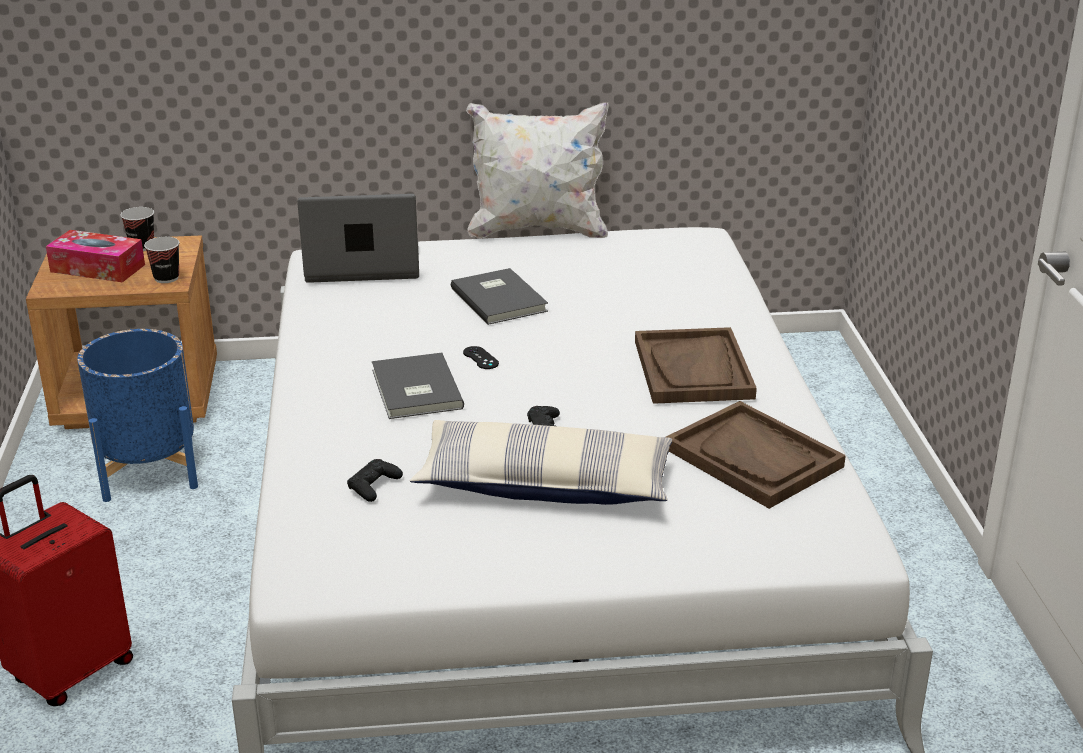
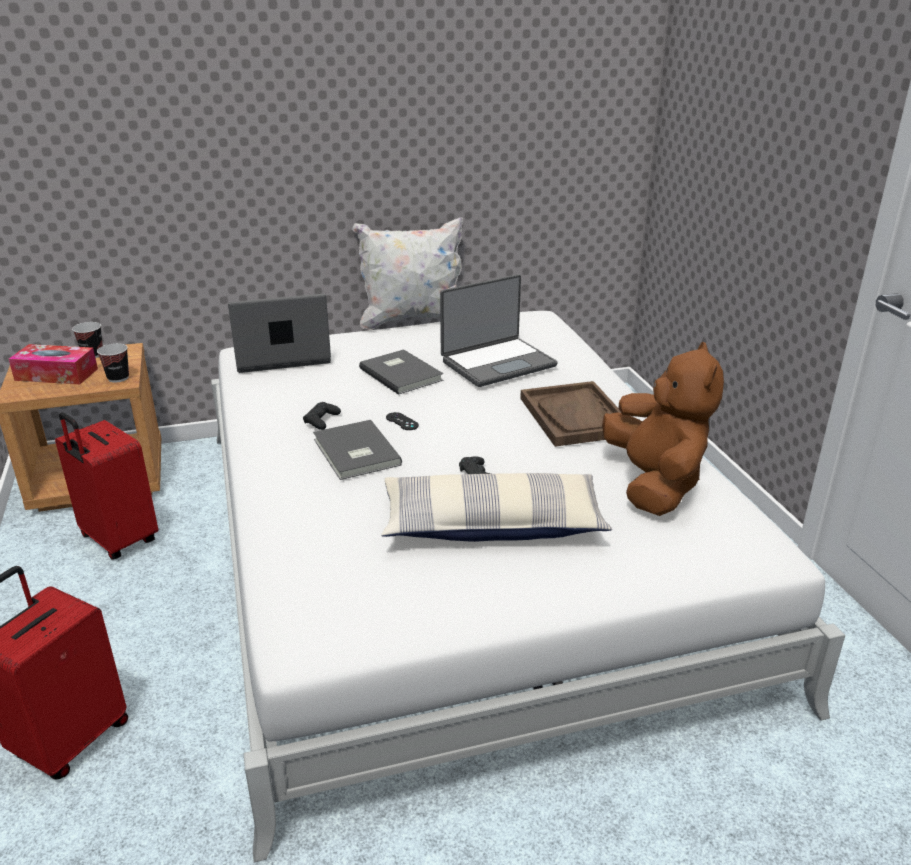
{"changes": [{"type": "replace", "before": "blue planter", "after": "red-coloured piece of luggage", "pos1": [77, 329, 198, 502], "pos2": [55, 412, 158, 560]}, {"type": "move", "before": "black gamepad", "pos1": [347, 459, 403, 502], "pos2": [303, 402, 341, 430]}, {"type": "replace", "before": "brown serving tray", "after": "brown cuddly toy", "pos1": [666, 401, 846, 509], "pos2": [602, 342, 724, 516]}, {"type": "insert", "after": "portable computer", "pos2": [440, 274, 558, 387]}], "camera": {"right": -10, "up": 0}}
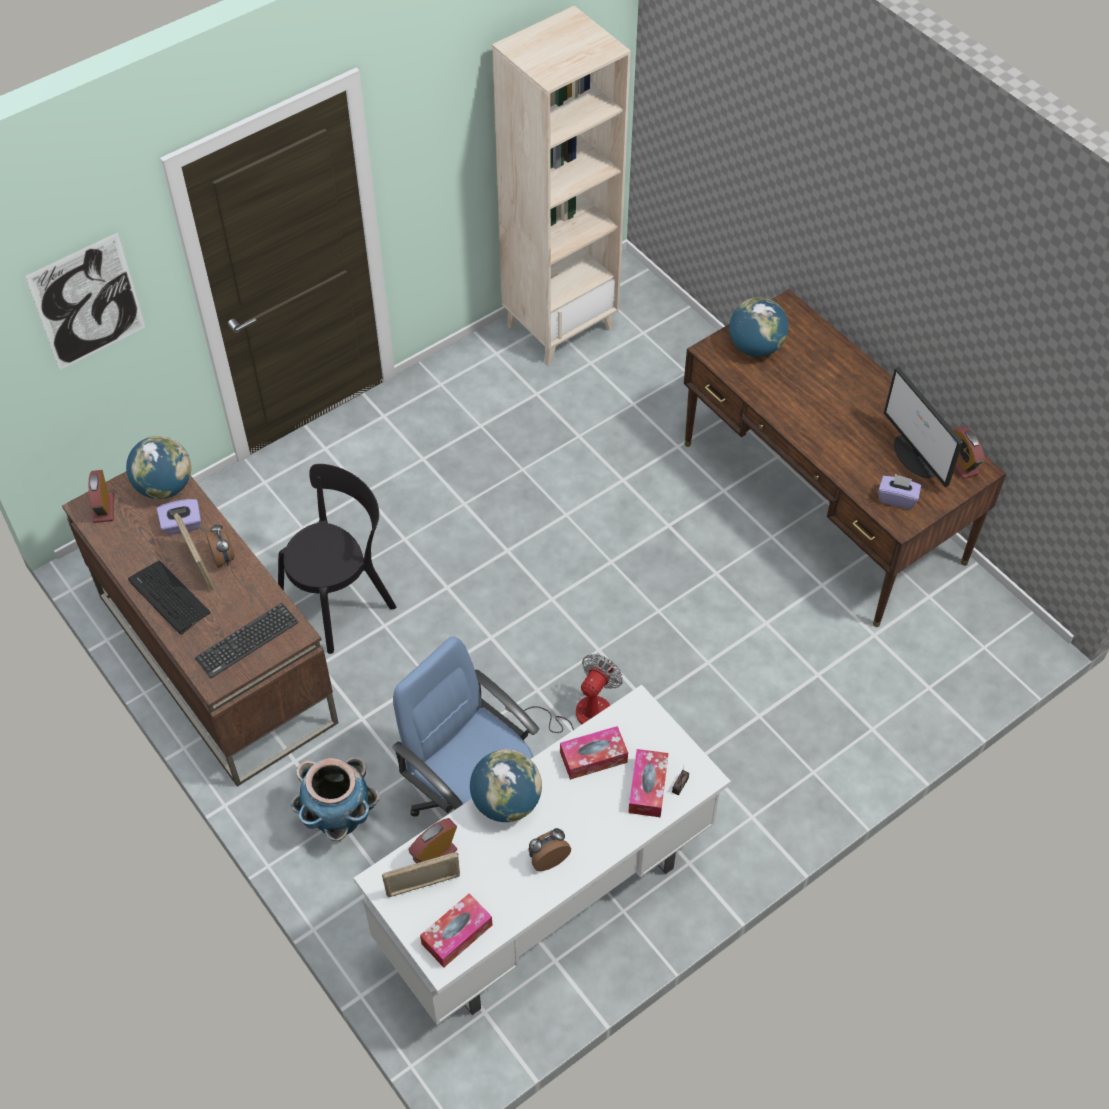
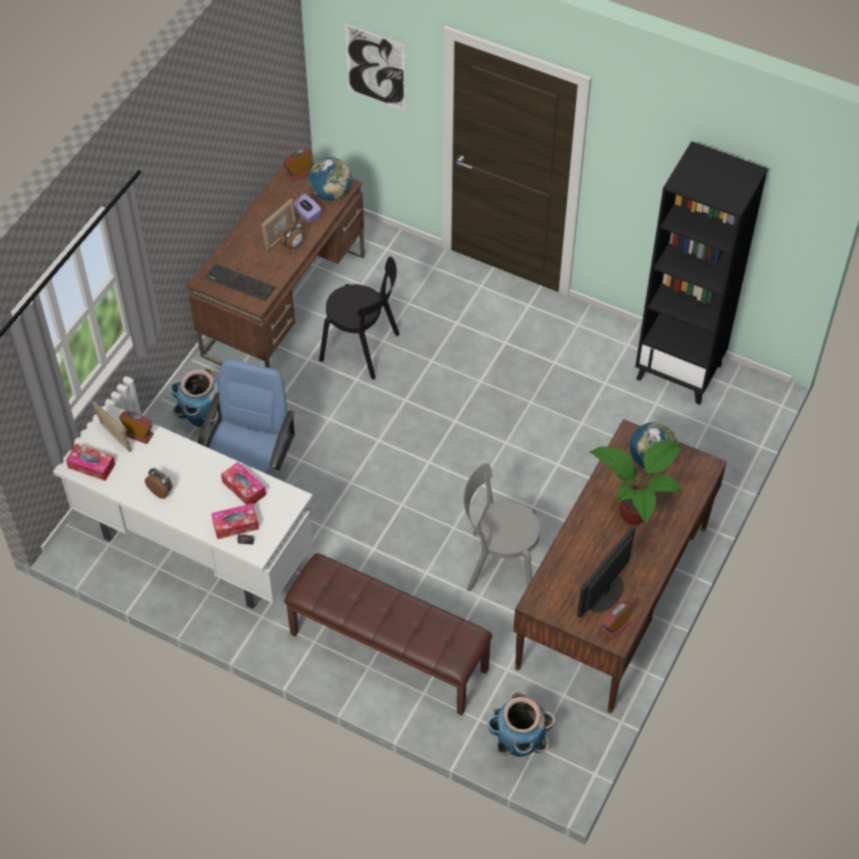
{"changes": [{"type": "delete", "before": "PC keyboard", "pos1": [128, 560, 211, 635]}, {"type": "delete", "before": "world globe", "pos1": [470, 749, 542, 822]}, {"type": "recolor", "before": "beige-coloured shelving unit", "after": "black shelving unit", "pos1": [492, 6, 631, 365], "pos2": [635, 141, 768, 405]}, {"type": "delete", "before": "electric fan", "pos1": [506, 654, 623, 733]}, {"type": "delete", "before": "purple tissue box", "pos1": [878, 474, 921, 509]}, {"type": "insert", "after": "brown indoor bench", "pos2": [284, 553, 492, 715]}, {"type": "insert", "after": "gray chair", "pos2": [463, 463, 540, 591]}, {"type": "insert", "after": "planter", "pos2": [487, 690, 555, 757]}, {"type": "insert", "after": "potted plant", "pos2": [590, 440, 682, 526]}], "camera": {"right": 65, "up": 0}}
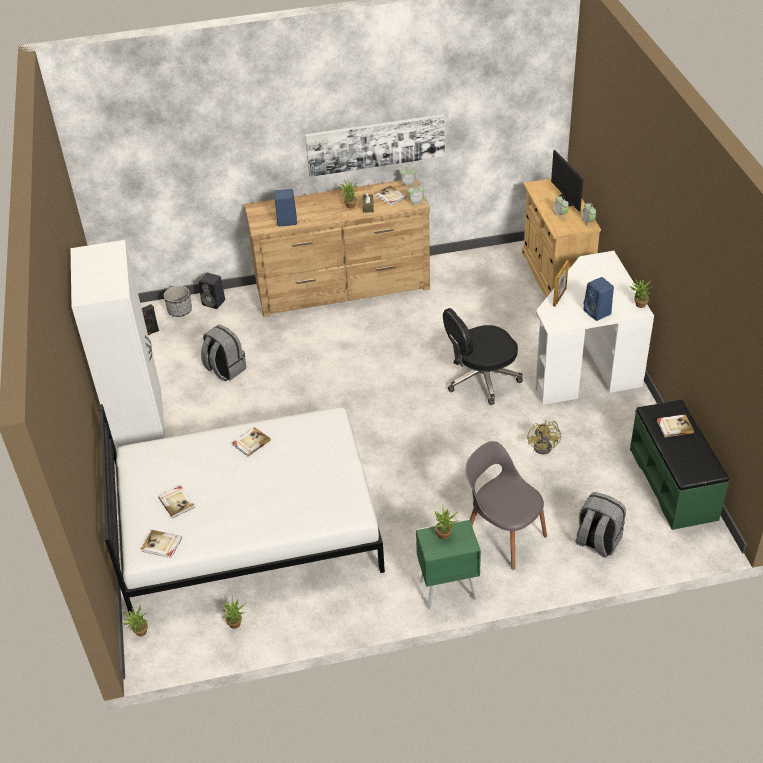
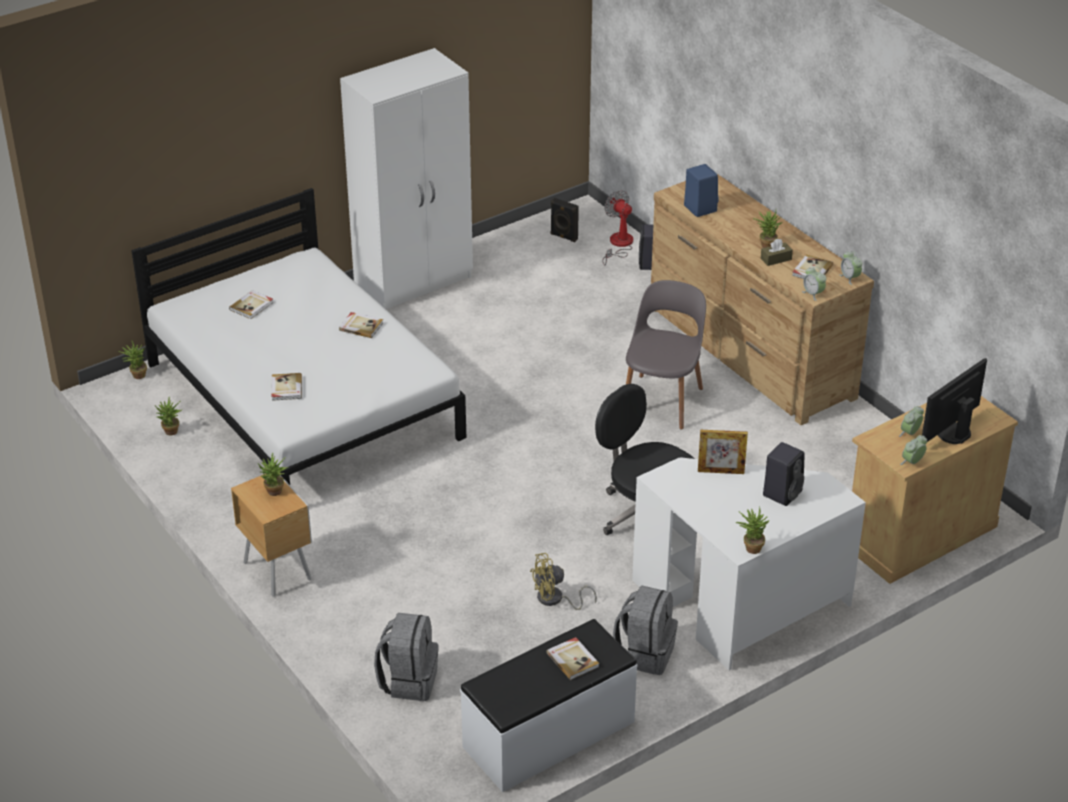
{"changes": [{"type": "move", "before": "book", "pos1": [141, 530, 182, 558], "pos2": [272, 373, 302, 401]}, {"type": "replace", "before": "planter", "after": "electric fan", "pos1": [164, 286, 192, 317], "pos2": [602, 190, 633, 265]}, {"type": "move", "before": "gray rucksack", "pos1": [201, 325, 246, 382], "pos2": [613, 586, 678, 675]}, {"type": "delete", "before": "wall picture", "pos1": [305, 114, 445, 177]}, {"type": "recolor", "before": "green night table", "after": "brown night table", "pos1": [416, 519, 481, 610], "pos2": [231, 474, 312, 597]}, {"type": "move", "before": "gray chair", "pos1": [466, 441, 547, 570], "pos2": [626, 280, 706, 430]}, {"type": "delete", "before": "blue audio speaker", "pos1": [583, 277, 614, 321]}, {"type": "recolor", "before": "green indoor bench", "after": "white-coloured indoor bench", "pos1": [630, 399, 729, 530], "pos2": [460, 619, 638, 792]}, {"type": "insert", "after": "black audio speaker", "pos2": [763, 442, 804, 506]}], "camera": {"right": 65, "up": -5}}
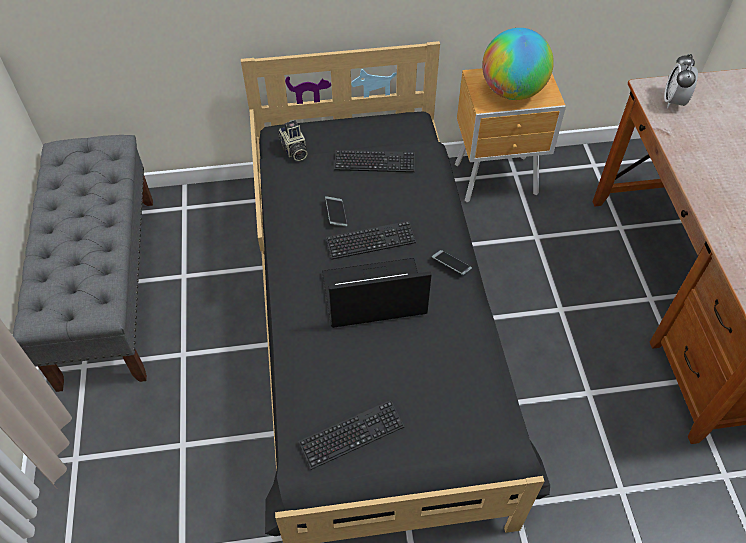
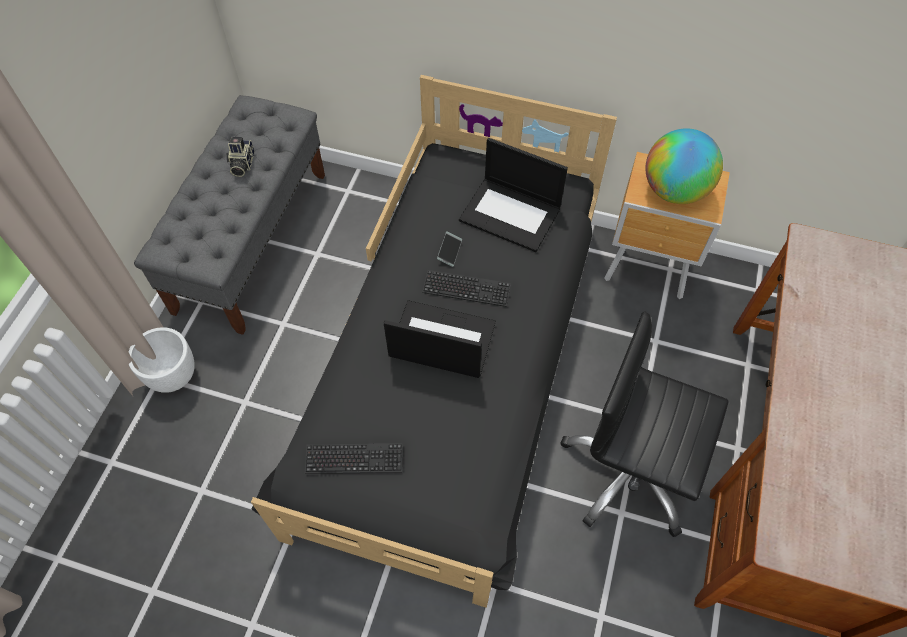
{"changes": [{"type": "move", "before": "photo camera", "pos1": [278, 120, 308, 161], "pos2": [227, 137, 254, 177]}, {"type": "replace", "before": "PC keyboard", "after": "portable computer", "pos1": [334, 150, 415, 172], "pos2": [459, 138, 568, 252]}, {"type": "delete", "before": "phone", "pos1": [432, 250, 472, 275]}, {"type": "delete", "before": "alarm clock", "pos1": [664, 54, 698, 108]}, {"type": "insert", "after": "white-coloured planter", "pos2": [129, 327, 195, 393]}, {"type": "insert", "after": "black computer chair", "pos2": [560, 311, 729, 537]}], "camera": {"right": 25, "up": 5}}
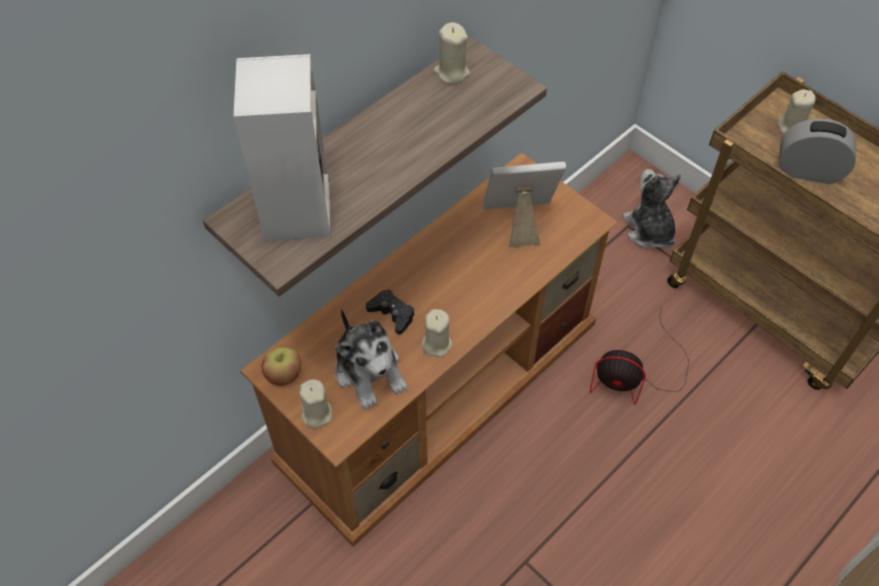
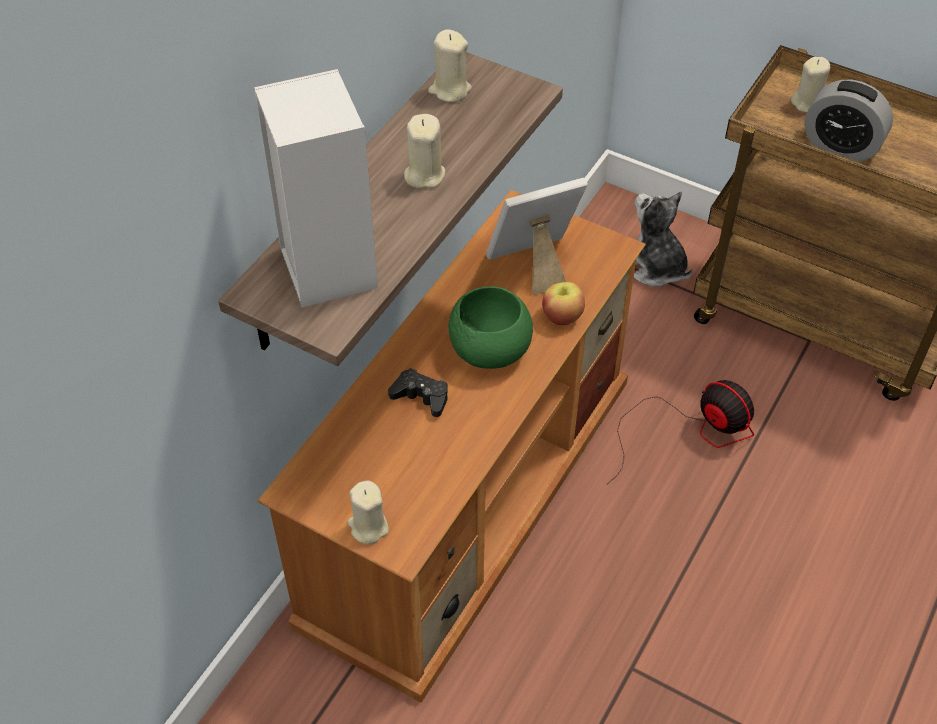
{"changes": [{"type": "move", "before": "apple fruit", "pos1": [262, 347, 301, 386], "pos2": [542, 282, 585, 326]}, {"type": "delete", "before": "cuddly toy", "pos1": [335, 309, 407, 410]}, {"type": "move", "before": "beige-coloured candle", "pos1": [422, 309, 452, 357], "pos2": [404, 114, 445, 188]}, {"type": "rotate", "before": "electric fan", "pos1": [590, 307, 689, 404], "pos2": [607, 380, 754, 484], "turn": -135}, {"type": "rotate", "before": "alarm clock", "pos1": [779, 118, 856, 184], "pos2": [804, 80, 893, 162], "turn": -150}, {"type": "insert", "after": "green deep dish", "pos2": [448, 286, 533, 369]}], "camera": {"right": -15, "up": -5}}
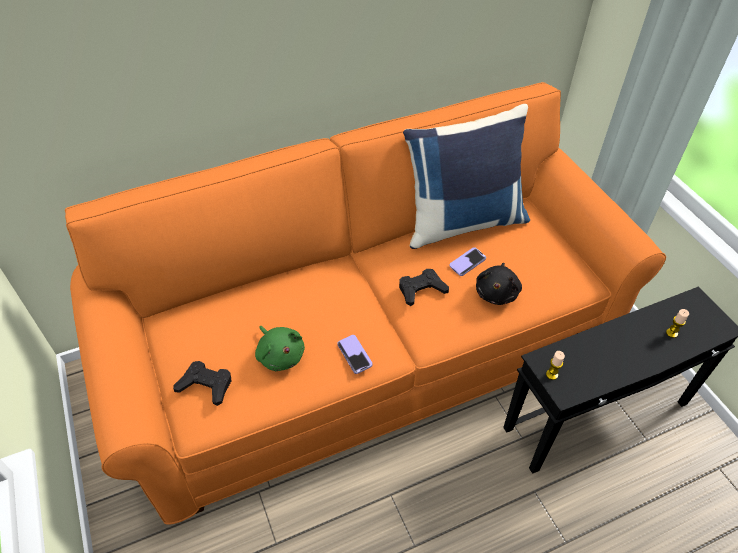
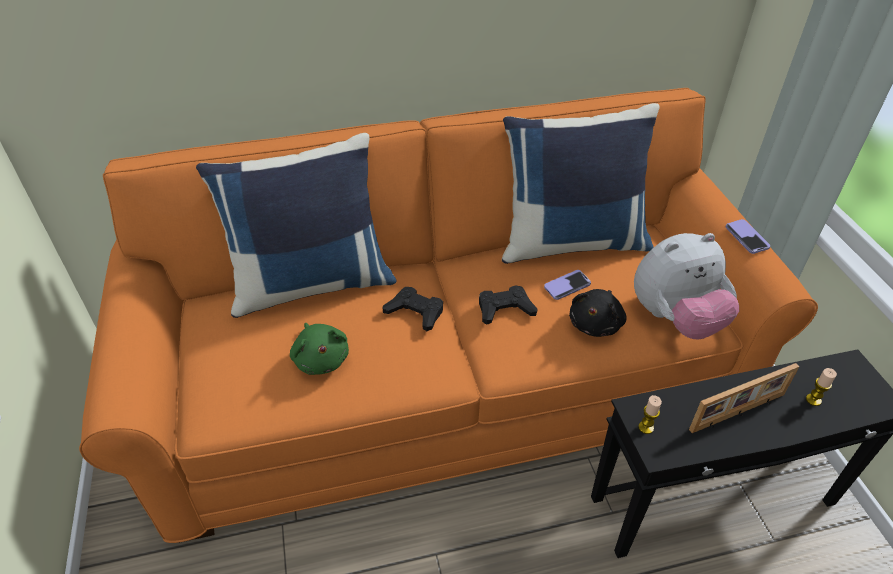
{"changes": [{"type": "move", "before": "black gamepad", "pos1": [173, 361, 231, 406], "pos2": [383, 287, 443, 331]}, {"type": "move", "before": "phone", "pos1": [337, 335, 373, 374], "pos2": [726, 219, 770, 254]}, {"type": "insert", "after": "blue cushion", "pos2": [196, 133, 397, 318]}, {"type": "insert", "after": "cuddly toy", "pos2": [634, 233, 739, 339]}, {"type": "insert", "after": "picture frame", "pos2": [689, 363, 800, 433]}], "camera": {"right": 10, "up": -5}}
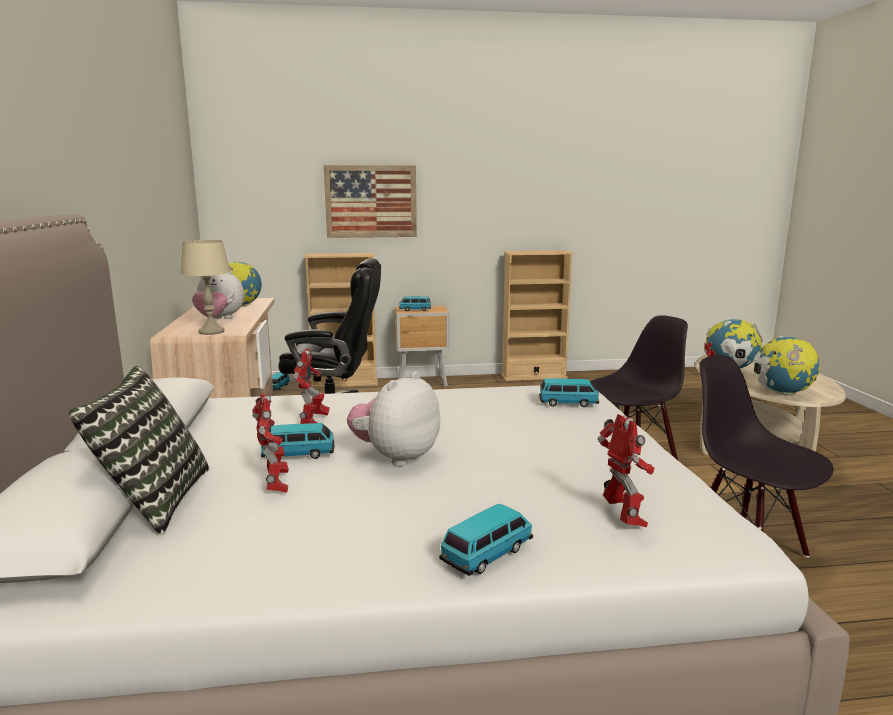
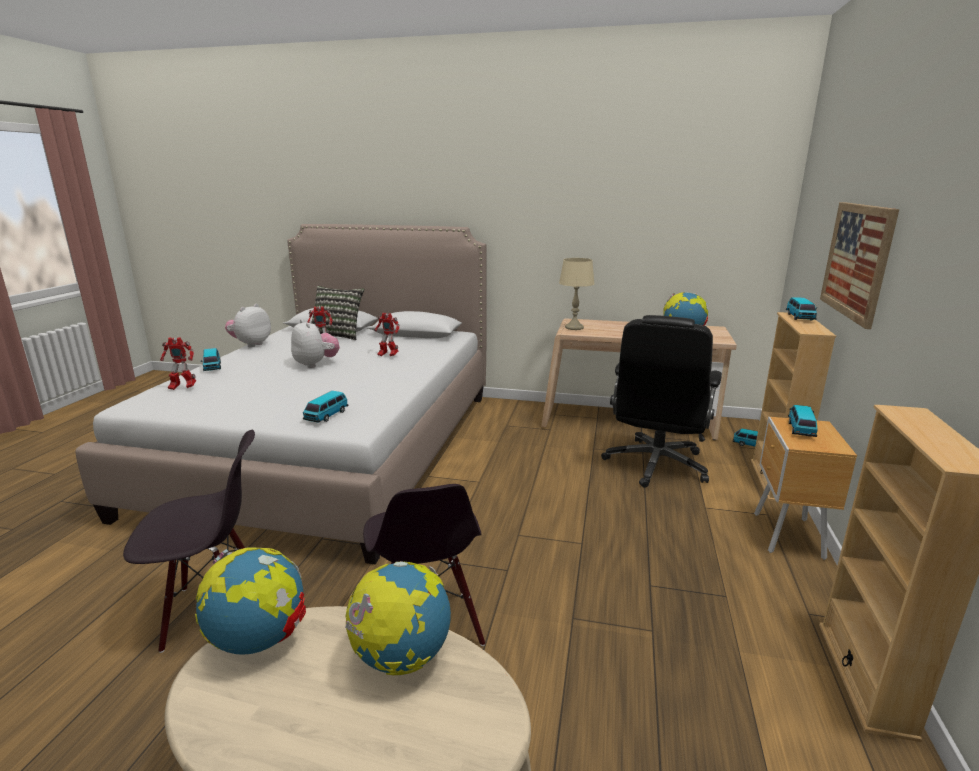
{"changes": [{"type": "move", "before": "cuddly toy", "pos1": [192, 270, 244, 319], "pos2": [225, 304, 271, 347]}, {"type": "move", "before": "model car", "pos1": [261, 423, 334, 459], "pos2": [786, 297, 817, 320]}], "camera": {"right": 110, "up": 5}}
